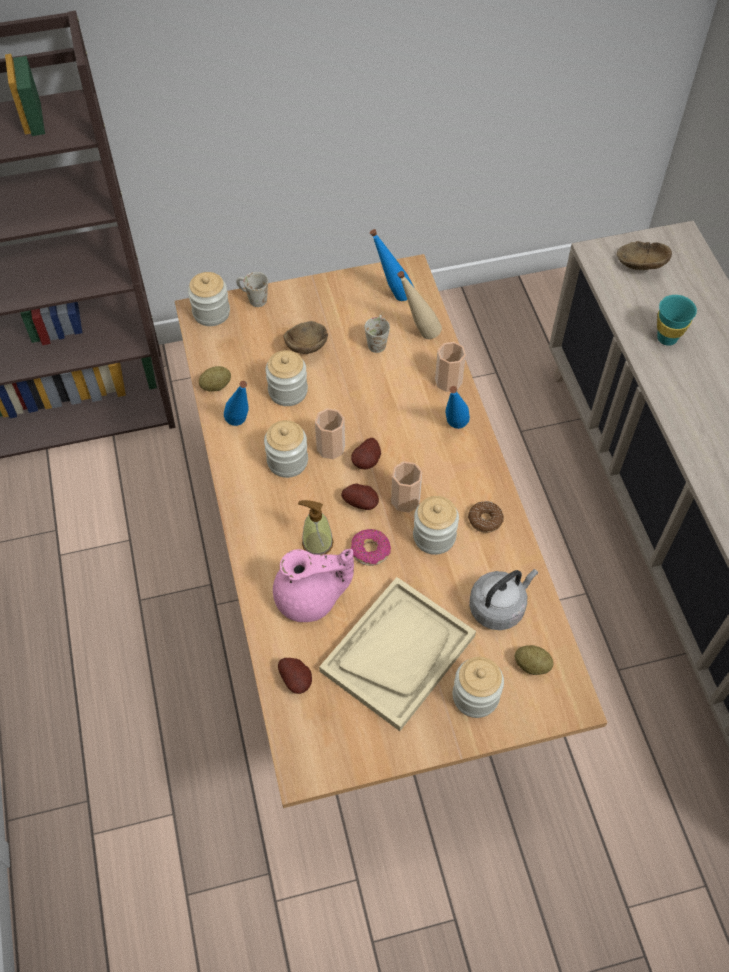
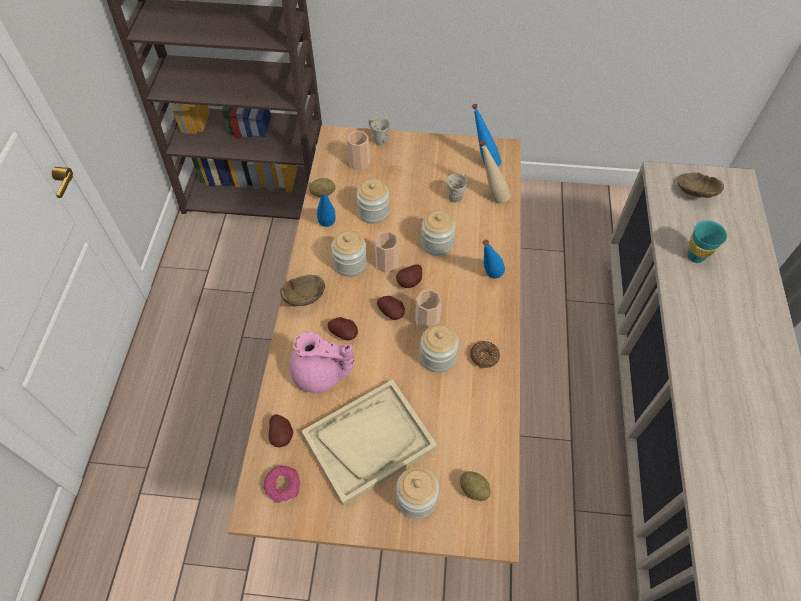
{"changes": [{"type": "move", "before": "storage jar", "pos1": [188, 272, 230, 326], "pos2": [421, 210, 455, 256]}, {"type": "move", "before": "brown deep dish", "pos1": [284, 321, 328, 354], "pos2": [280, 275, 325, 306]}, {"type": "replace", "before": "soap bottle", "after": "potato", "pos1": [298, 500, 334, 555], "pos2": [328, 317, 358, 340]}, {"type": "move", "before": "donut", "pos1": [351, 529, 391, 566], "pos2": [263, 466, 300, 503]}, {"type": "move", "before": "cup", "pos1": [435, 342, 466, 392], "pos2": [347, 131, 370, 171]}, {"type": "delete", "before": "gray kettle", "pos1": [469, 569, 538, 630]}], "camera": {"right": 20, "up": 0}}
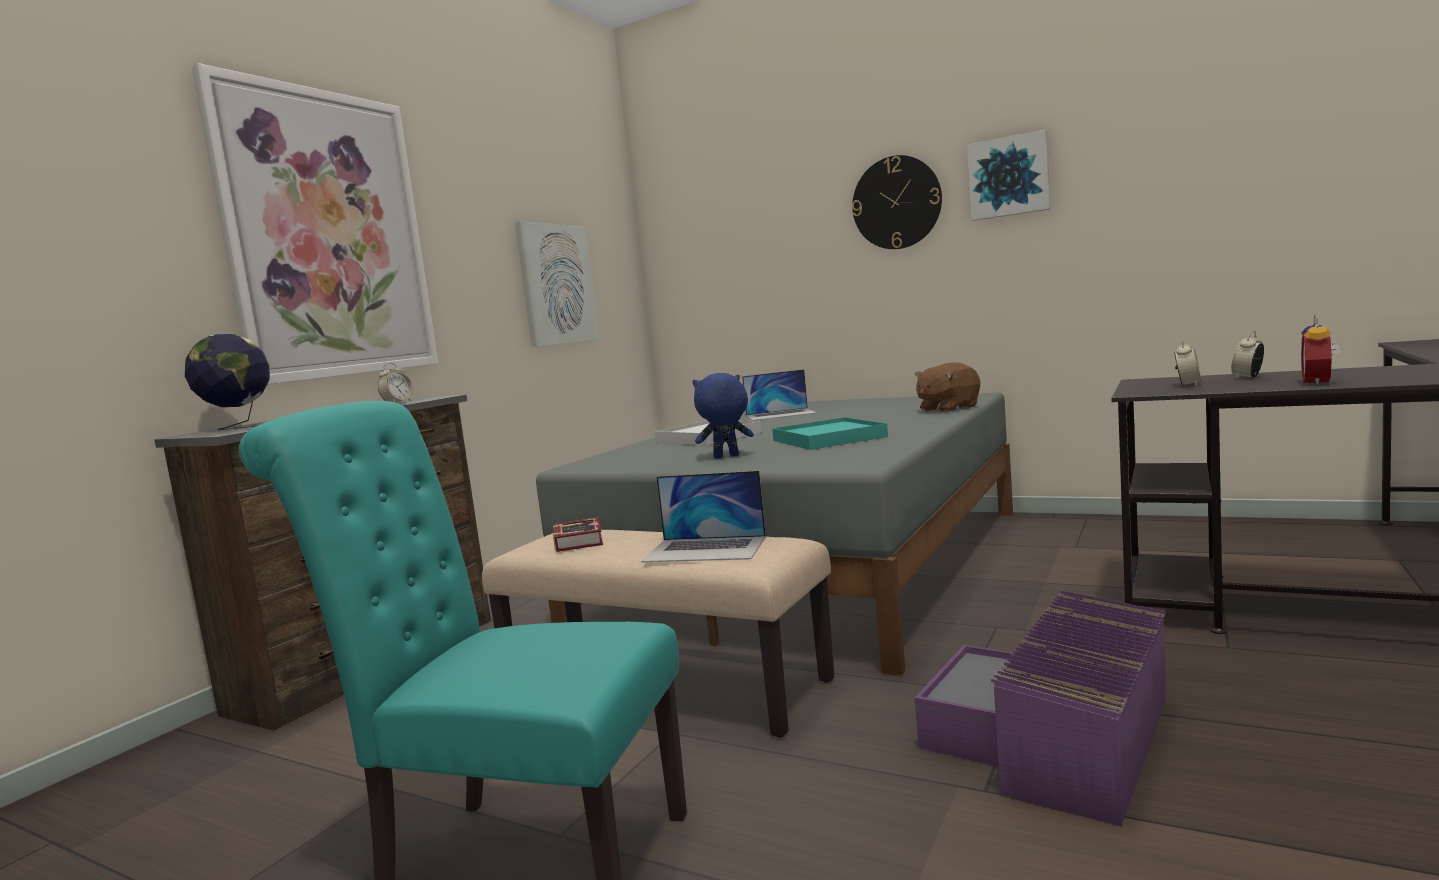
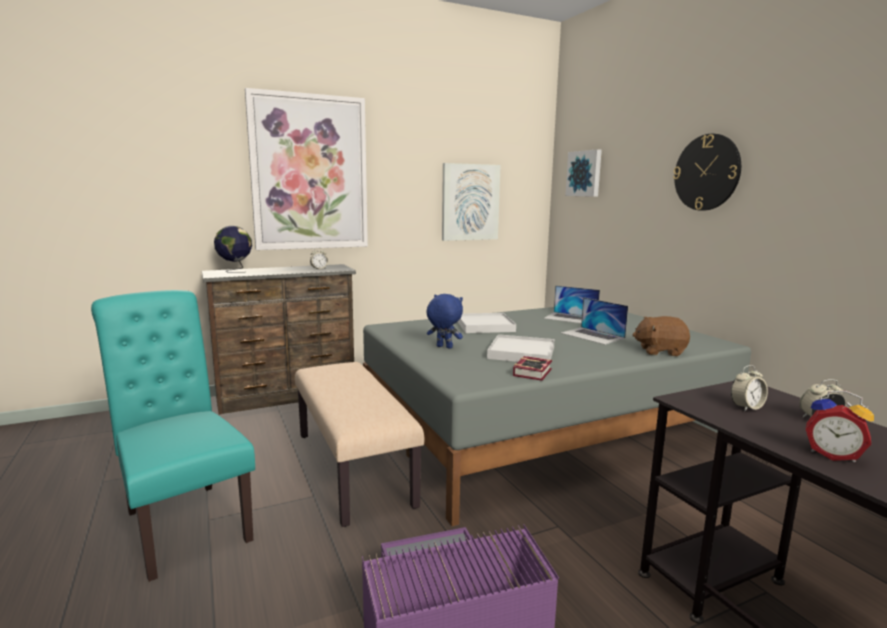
{"changes": [{"type": "move", "before": "book", "pos1": [553, 518, 603, 552], "pos2": [513, 356, 552, 381]}, {"type": "move", "before": "portable computer", "pos1": [641, 471, 766, 562], "pos2": [561, 297, 628, 345]}, {"type": "recolor", "before": "turquoise serving tray", "after": "white-coloured serving tray", "pos1": [772, 417, 888, 450], "pos2": [487, 334, 555, 362]}, {"type": "move", "before": "wall picture", "pos1": [967, 129, 1051, 221], "pos2": [565, 149, 602, 197]}, {"type": "rotate", "before": "alarm clock", "pos1": [1301, 314, 1341, 385], "pos2": [806, 391, 874, 462], "turn": -120}], "camera": {"right": 35, "up": 5}}
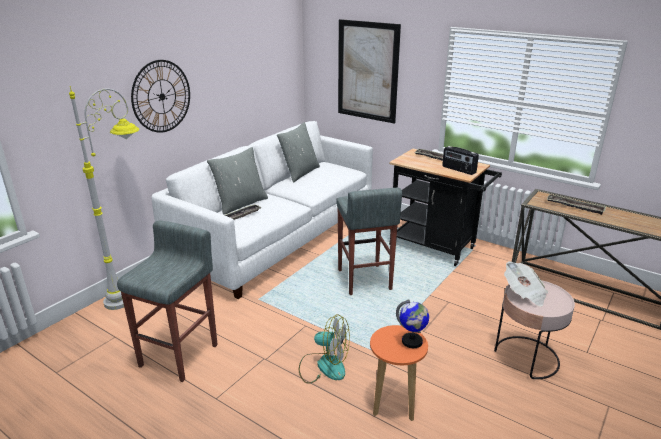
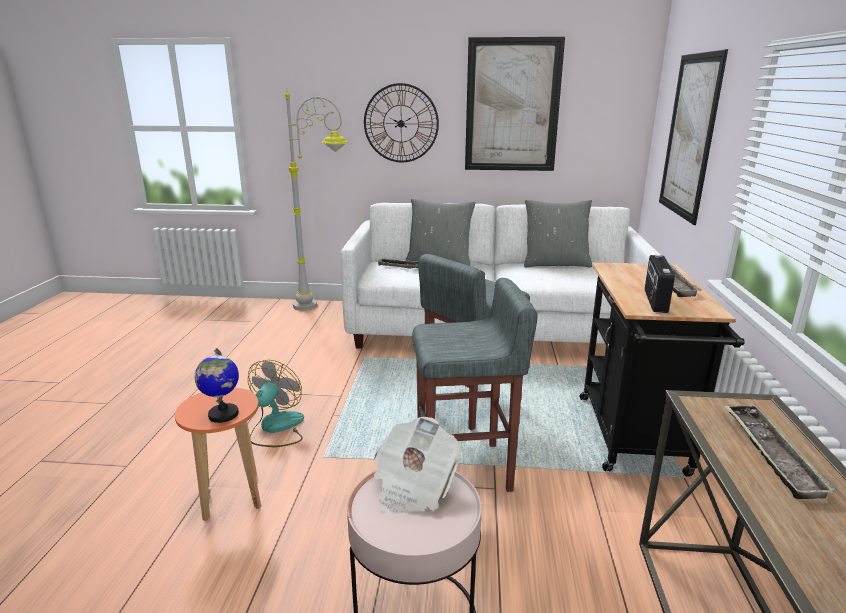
{"changes": [{"type": "move", "before": "gray stool seat", "pos1": [117, 220, 218, 382], "pos2": [412, 278, 537, 492]}, {"type": "rotate", "before": "electric fan", "pos1": [299, 314, 350, 384], "pos2": [248, 360, 304, 447], "turn": -150}, {"type": "insert", "after": "wall picture", "pos2": [465, 37, 565, 171]}], "camera": {"right": 60, "up": -5}}
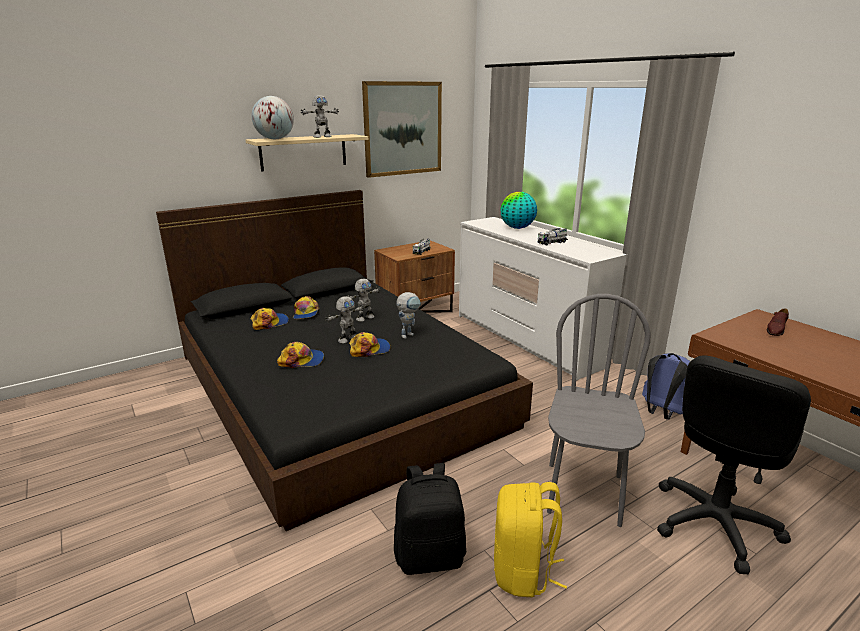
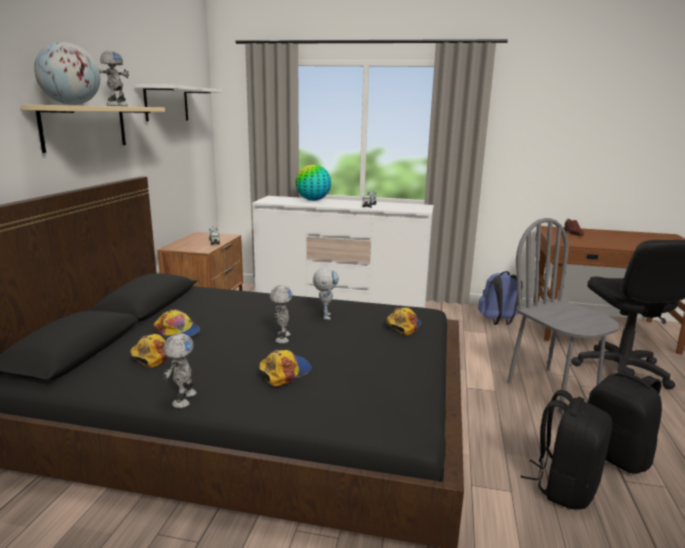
{"changes": [{"type": "move", "before": "model robot", "pos1": [348, 279, 380, 322], "pos2": [163, 333, 197, 408]}, {"type": "move", "before": "cap", "pos1": [349, 332, 390, 357], "pos2": [386, 307, 422, 335]}, {"type": "replace", "before": "wall picture", "after": "white-coloured wall shelf", "pos1": [362, 81, 442, 178], "pos2": [135, 84, 222, 122]}, {"type": "recolor", "before": "yellowish rucksack", "after": "black rucksack", "pos1": [494, 482, 567, 598], "pos2": [588, 367, 662, 474]}], "camera": {"right": -45, "up": -5}}
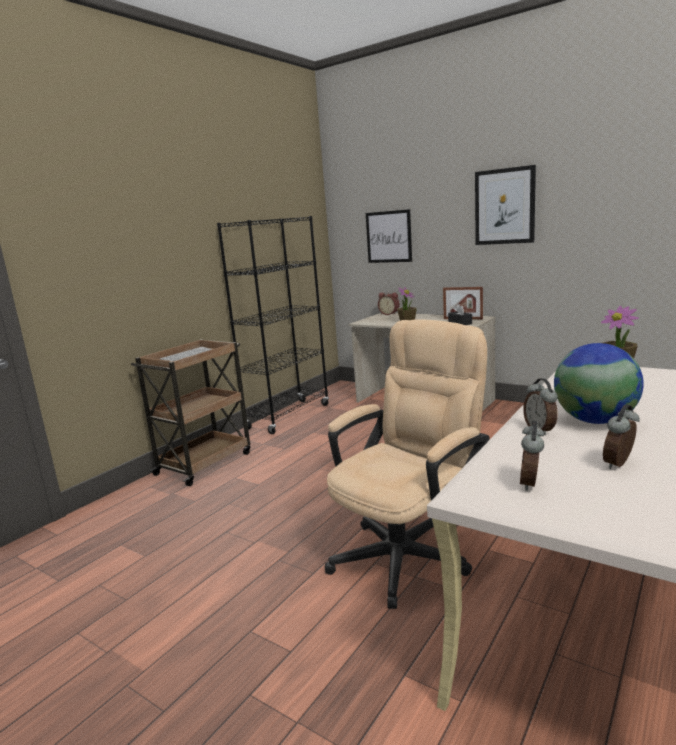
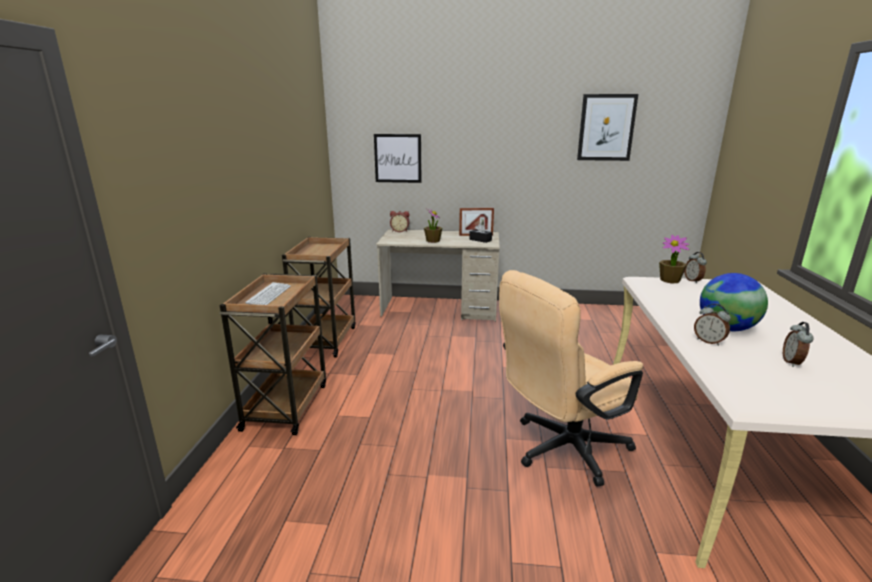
{"changes": [{"type": "replace", "before": "black shelving unit", "after": "brown trolley", "pos1": [217, 216, 329, 434], "pos2": [282, 237, 356, 358]}, {"type": "rotate", "before": "beige-coloured computer chair", "pos1": [325, 320, 490, 609], "pos2": [499, 270, 643, 487], "turn": -135}, {"type": "move", "before": "wall picture", "pos1": [475, 165, 536, 245], "pos2": [577, 94, 638, 161]}, {"type": "move", "before": "alarm clock", "pos1": [520, 421, 544, 491], "pos2": [685, 252, 707, 283]}], "camera": {"right": -30, "up": 5}}
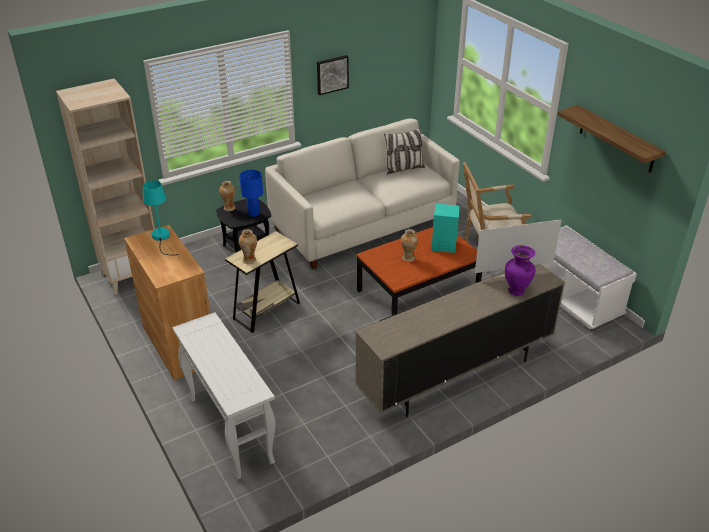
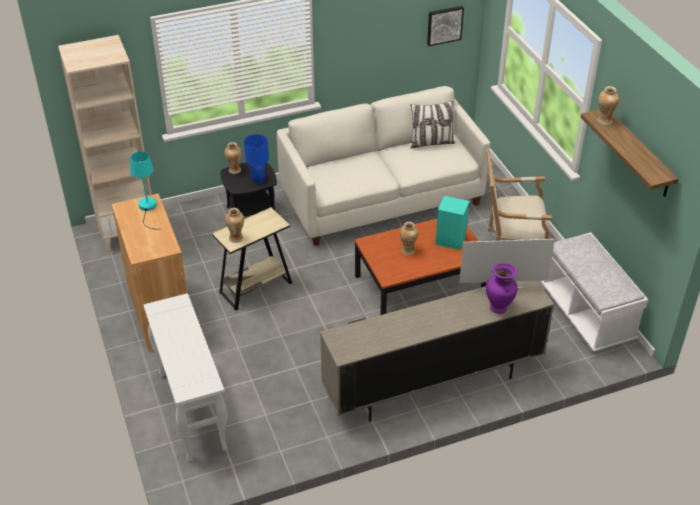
{"changes": [{"type": "move", "before": "wall picture", "pos1": [317, 55, 349, 95], "pos2": [427, 6, 464, 46]}, {"type": "insert", "after": "flower vase", "pos2": [597, 86, 619, 125]}], "camera": {"right": 10, "up": 5}}
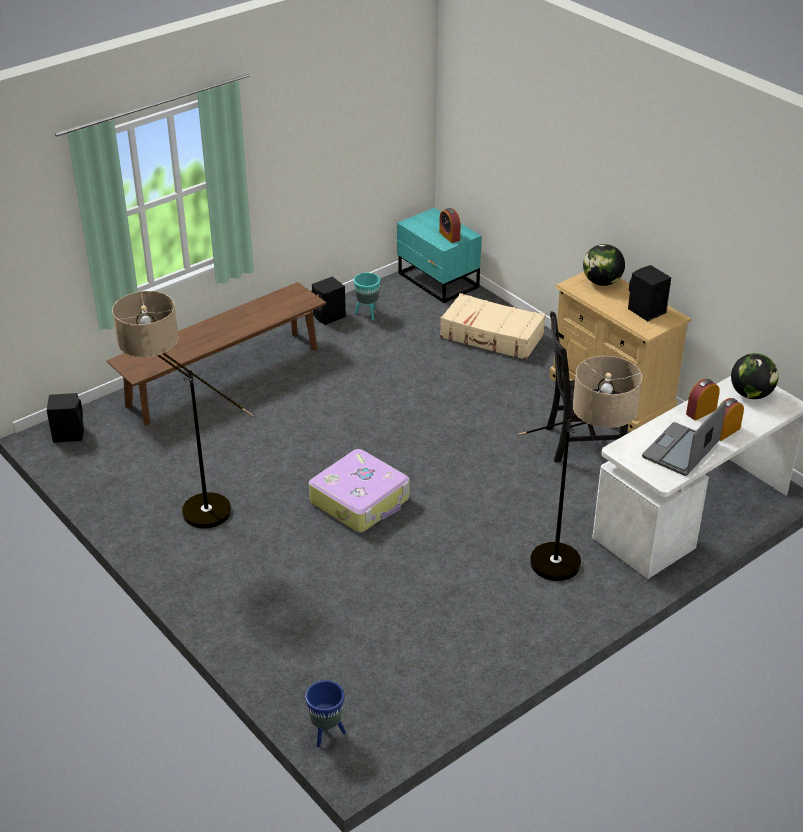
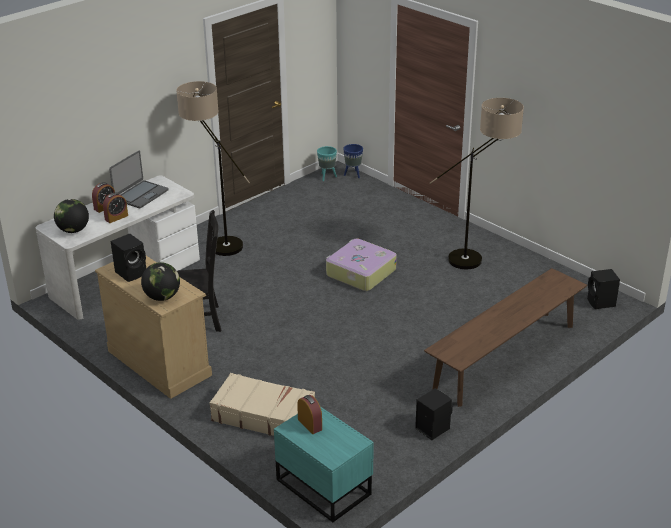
{"changes": [{"type": "move", "before": "turquoise planter", "pos1": [354, 273, 380, 320], "pos2": [317, 146, 337, 181]}], "camera": {"right": 175, "up": -5}}
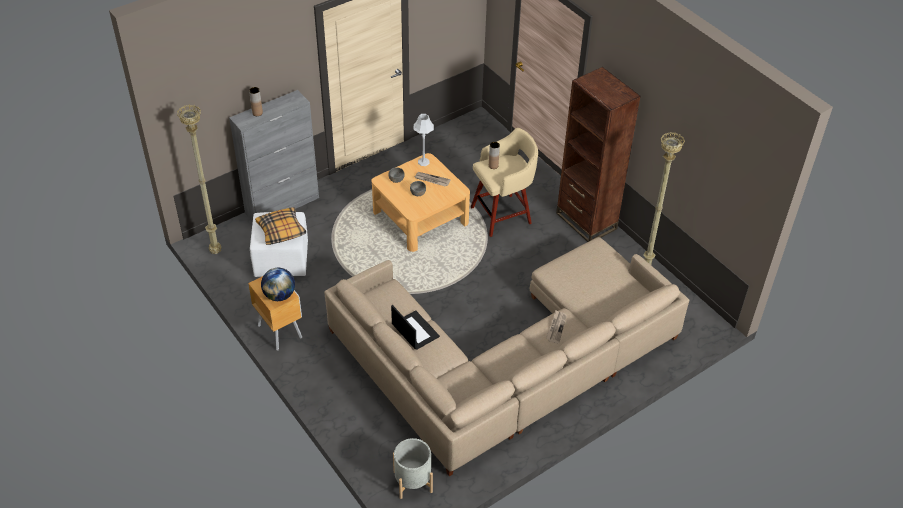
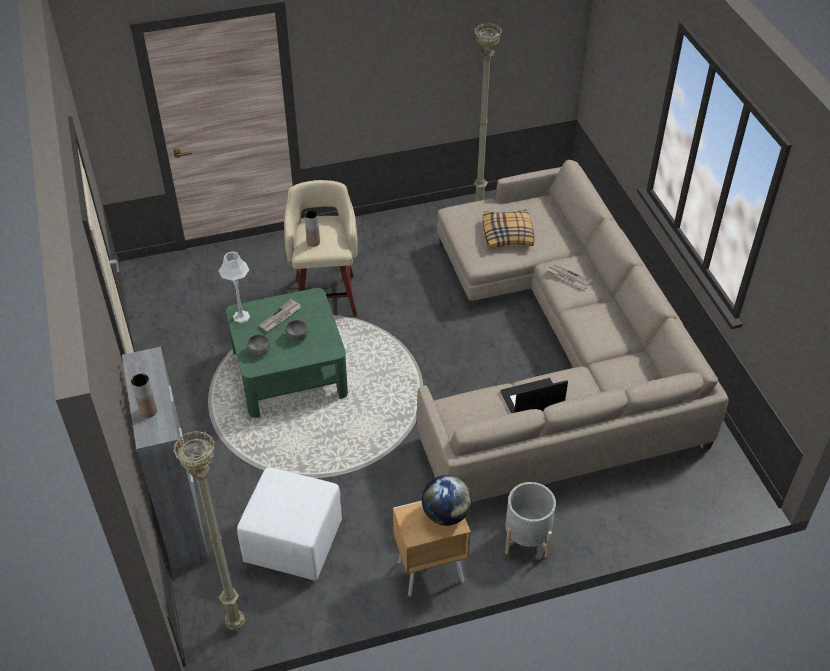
{"changes": [{"type": "move", "before": "cushion", "pos1": [255, 208, 306, 245], "pos2": [483, 209, 534, 248]}, {"type": "recolor", "before": "beige-coloured low table", "after": "green low table", "pos1": [372, 153, 470, 252], "pos2": [226, 288, 348, 418]}, {"type": "move", "before": "gray planter", "pos1": [393, 438, 433, 499], "pos2": [505, 482, 556, 558]}, {"type": "delete", "before": "brown shelving unit", "pos1": [556, 67, 641, 242]}], "camera": {"right": -70, "up": 0}}
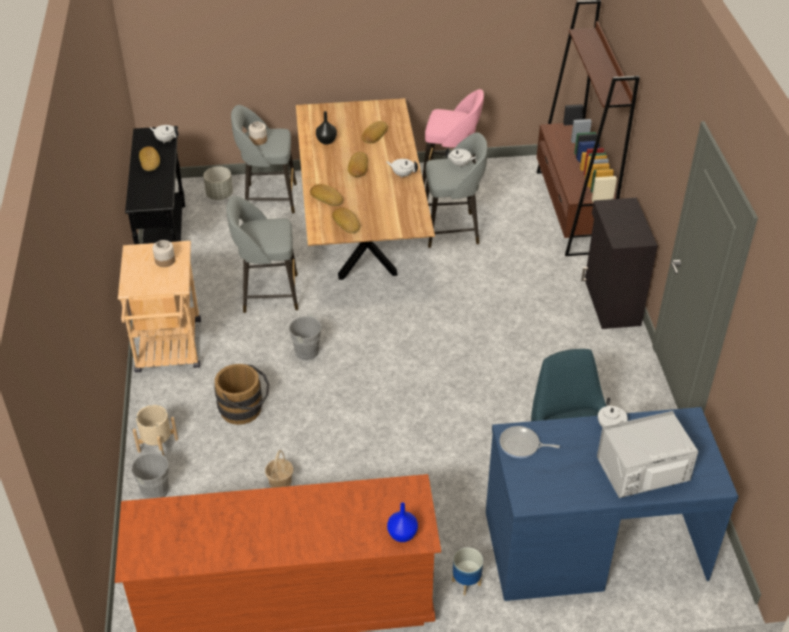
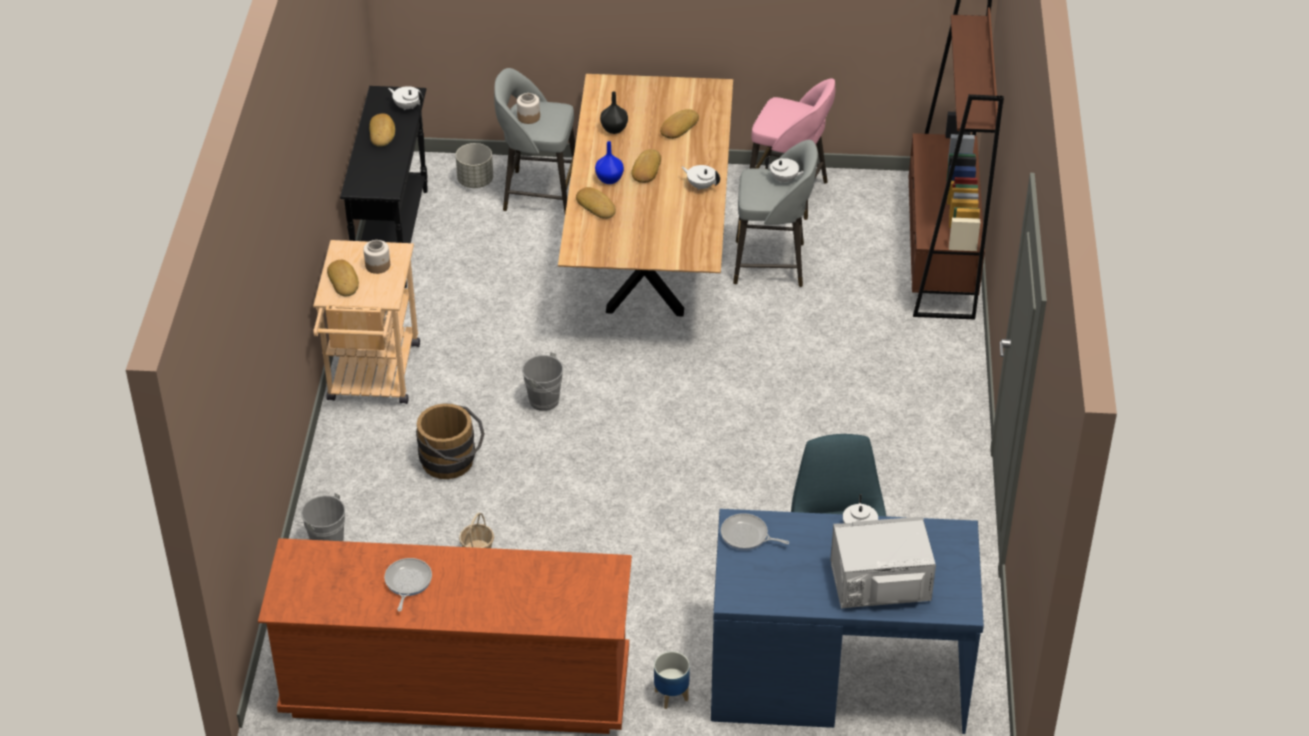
{"changes": [{"type": "delete", "before": "beige-coloured planter", "pos1": [133, 405, 178, 455]}, {"type": "delete", "before": "gray stool seat", "pos1": [226, 196, 298, 313]}, {"type": "move", "before": "baked bread", "pos1": [332, 207, 360, 233], "pos2": [327, 260, 359, 296]}, {"type": "move", "before": "blue flower vase", "pos1": [387, 502, 418, 542], "pos2": [595, 141, 624, 184]}, {"type": "delete", "before": "black storage cabinet", "pos1": [581, 198, 658, 329]}, {"type": "insert", "after": "pan", "pos2": [384, 558, 432, 611]}], "camera": {"right": 10, "up": 0}}
